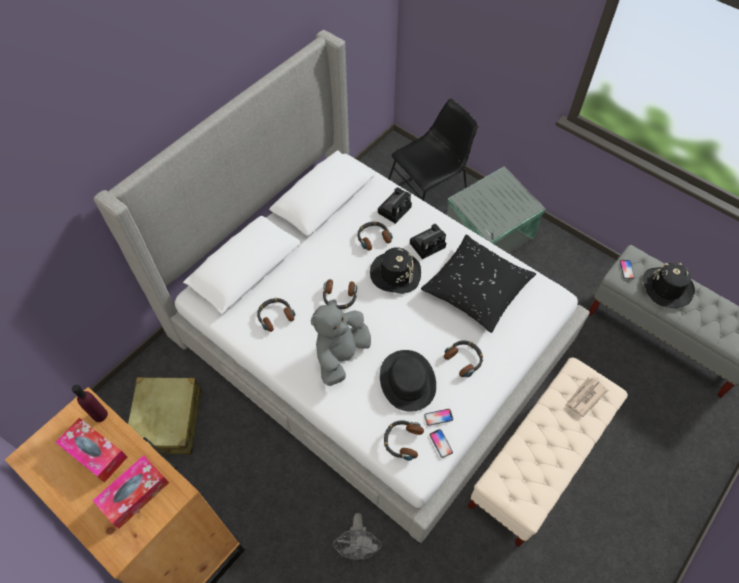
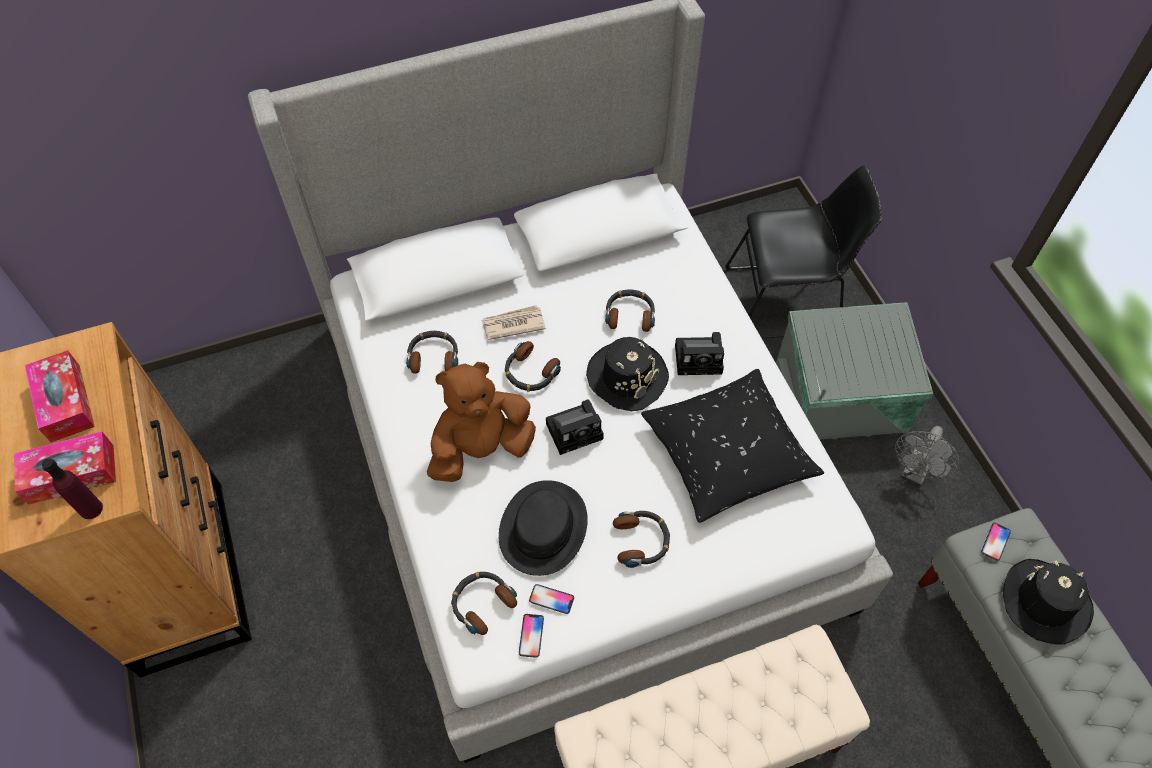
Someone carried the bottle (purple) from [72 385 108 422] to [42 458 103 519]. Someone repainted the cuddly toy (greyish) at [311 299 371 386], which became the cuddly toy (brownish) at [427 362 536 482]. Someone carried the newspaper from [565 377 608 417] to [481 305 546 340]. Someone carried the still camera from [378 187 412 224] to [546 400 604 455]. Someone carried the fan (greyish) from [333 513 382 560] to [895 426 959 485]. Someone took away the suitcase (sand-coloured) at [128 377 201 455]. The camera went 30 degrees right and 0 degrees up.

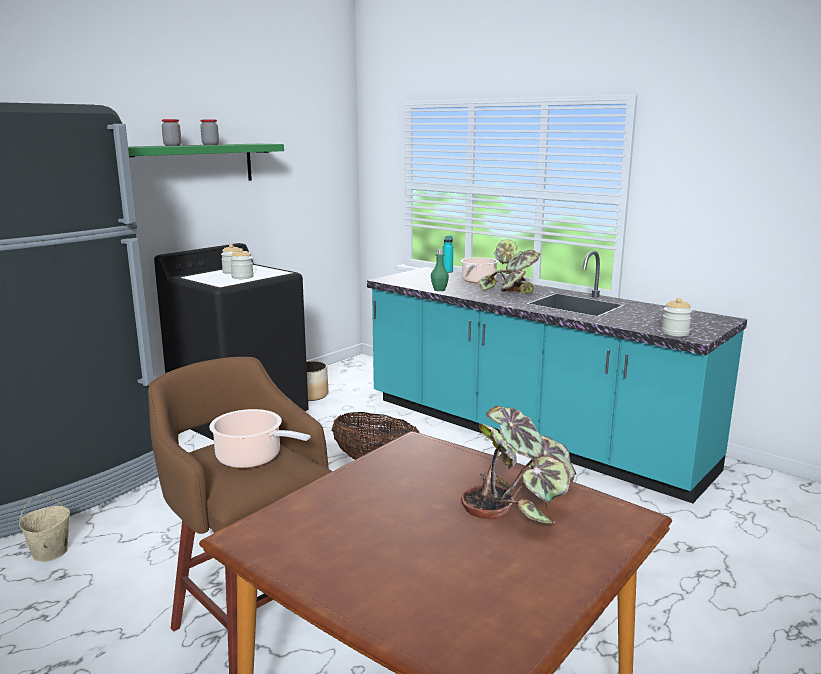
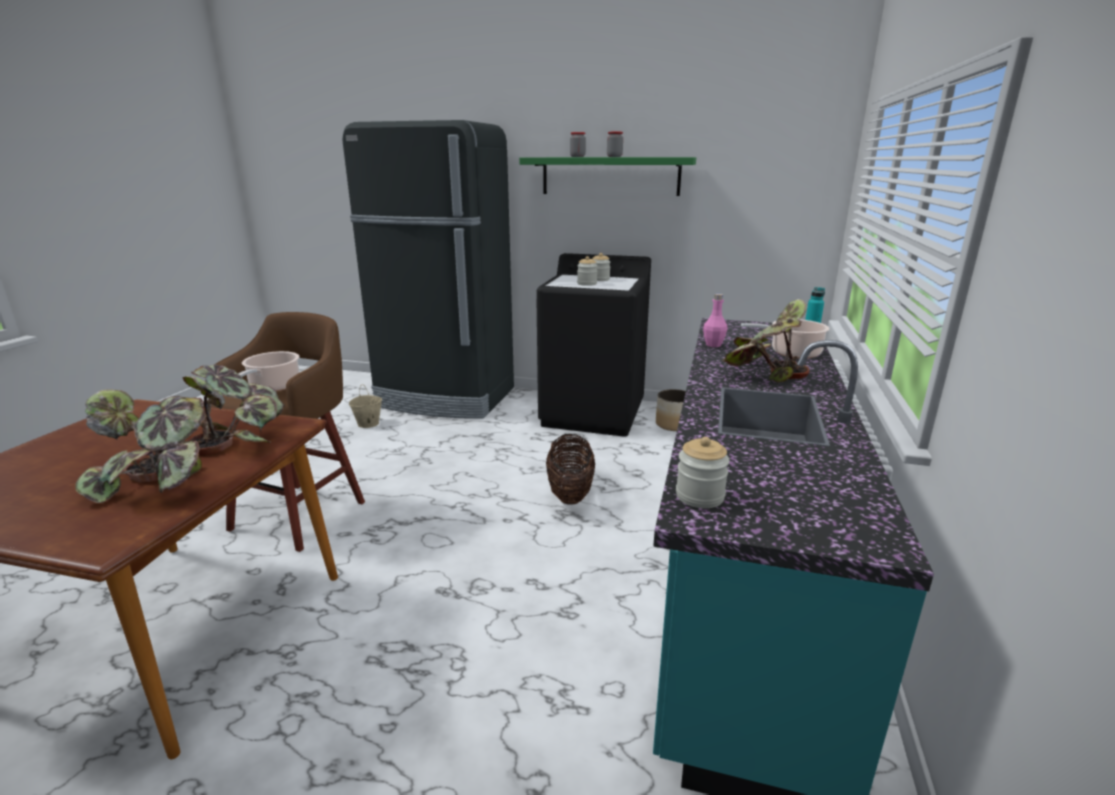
Someone put down the houseplant at [183 364 285 456]. Someone repainted the bottle (green-coloured) at [431 249 449 291], which became the bottle (pink) at [703 293 727 347]. The camera went 65 degrees right and 5 degrees up.

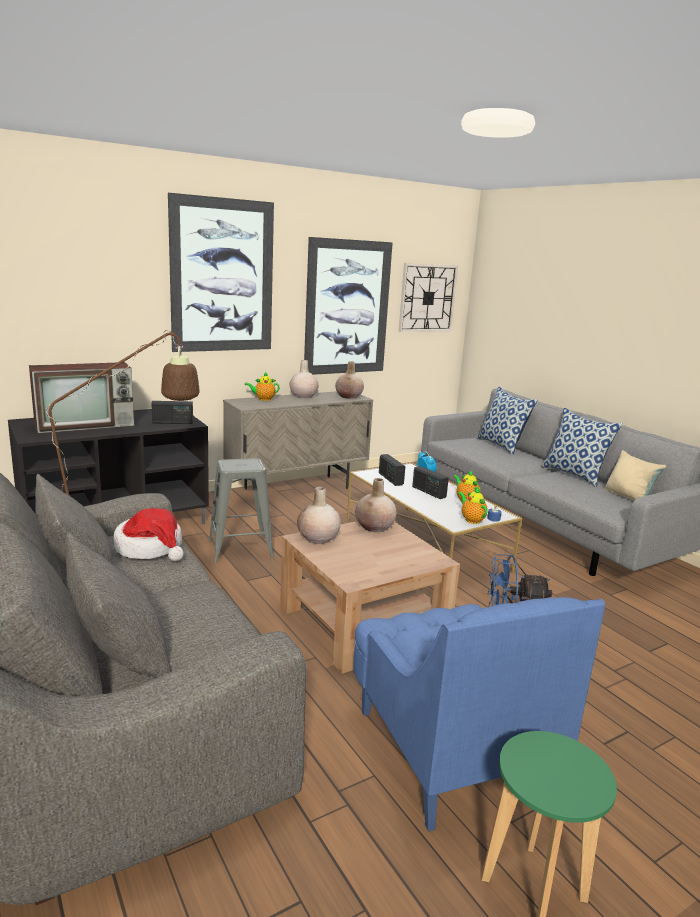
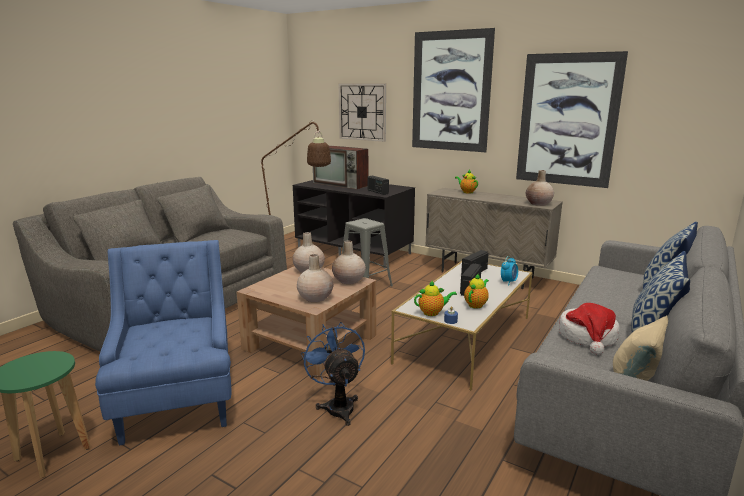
Someone rotated the armchair (blue-coloured) at [353 597 605 831] by 120 degrees clockwise. Someone carried the flower vase (sand-coloured) from [290 360 319 398] to [297 254 333 302]. Someone carried the hanging clock from [399 263 458 332] to [339 83 386 142]. Someone rotated the teapot at [458 487 488 524] by 45 degrees clockwise. Someone carried the clothing hat from [114 508 184 561] to [559 303 620 355]. The camera went 65 degrees right and 0 degrees up.

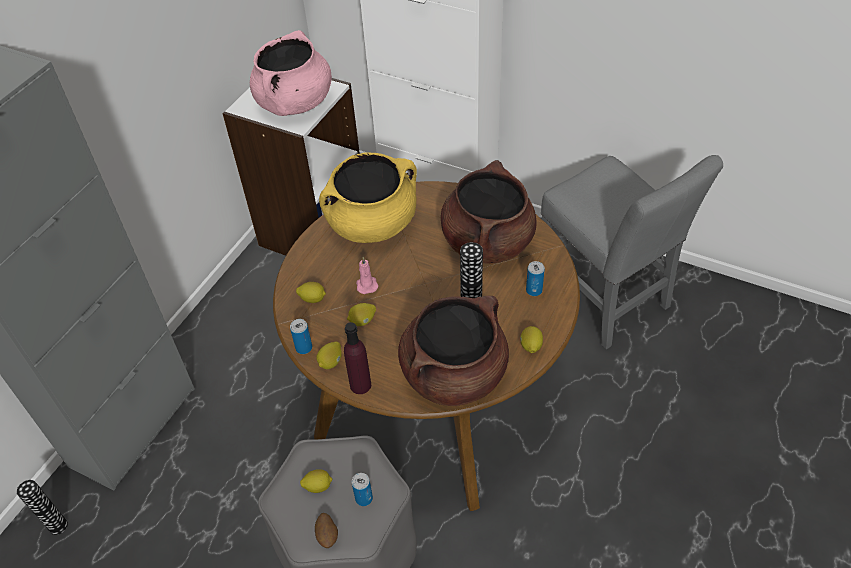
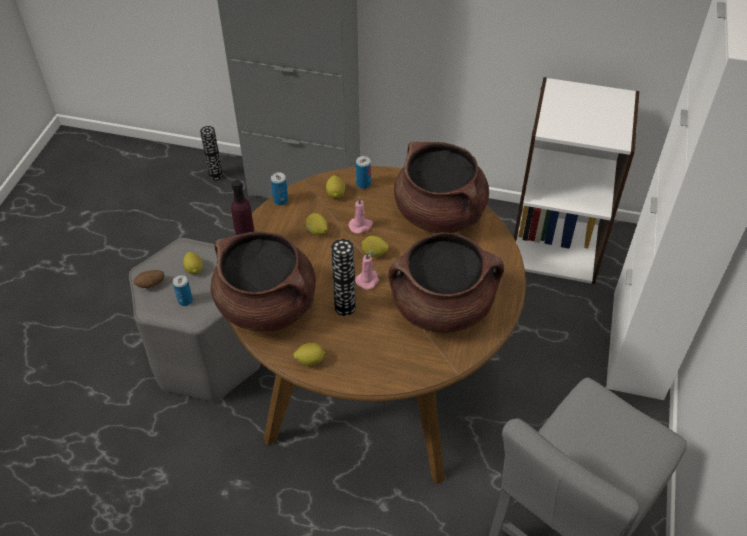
Someone put down the candle (pink) at [355 252 379 290]. Someone carried the metal can from [526 261 545 296] to [356 156 371 189]. Someone carried the citrus fruit from [316 342 342 369] to [361 236 389 257]. Someone repainted the saucepot (yellow) at [319 152 417 243], which became the saucepot (brownish) at [394 141 489 233]. Someone took away the saucepot (pink) at [250 30 332 116]. The camera went 75 degrees right and 0 degrees up.

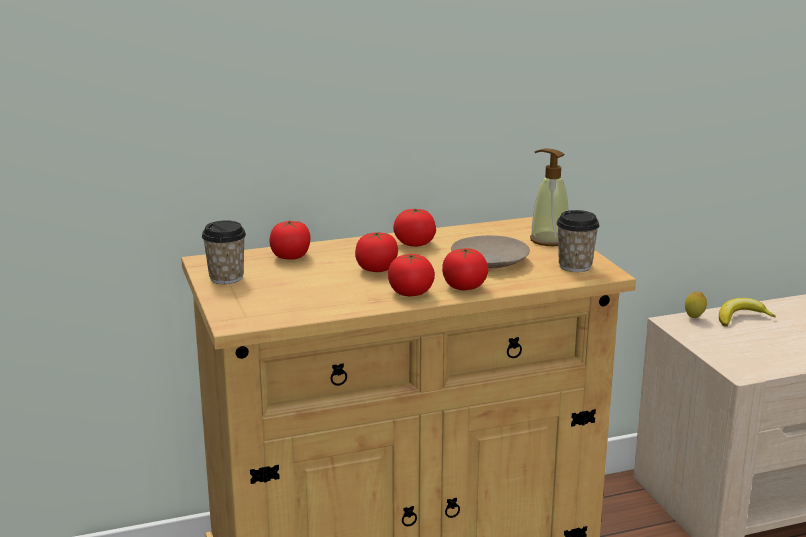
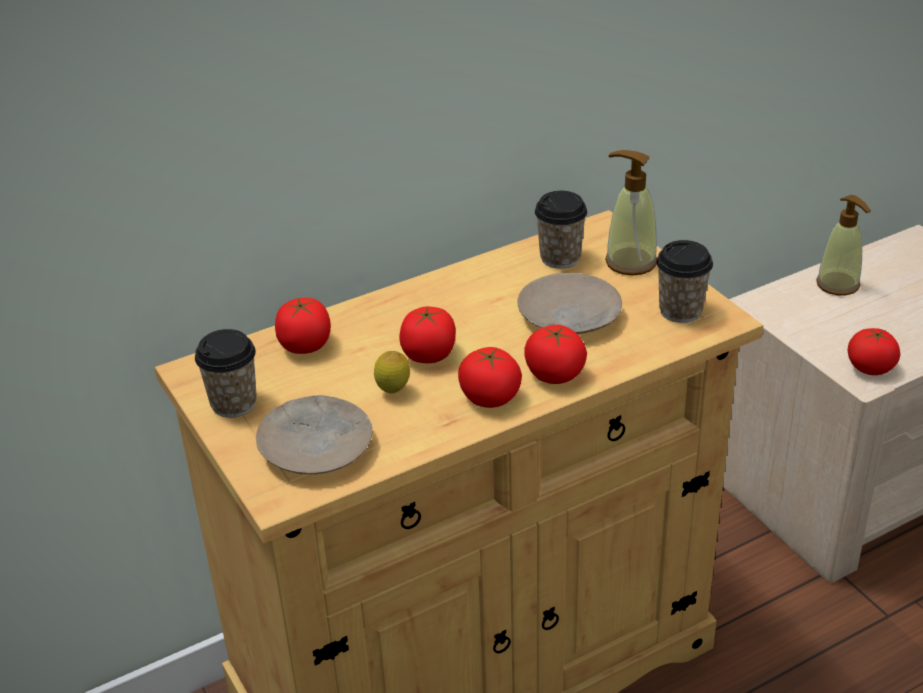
Someone put down the flat dish (sand-coloured) at [256 395 373 474]. Someone carried the citrus fruit from [685 292 707 318] to [374 351 410 393]. Someone put down the cup at [535 191 587 269]. Someone swapped the banana at [719 298 776 327] for the soap bottle at [816 195 871 295]. Someone carried the tomato from [393 208 436 247] to [848 328 900 375]. The camera went 10 degrees left and 15 degrees up.

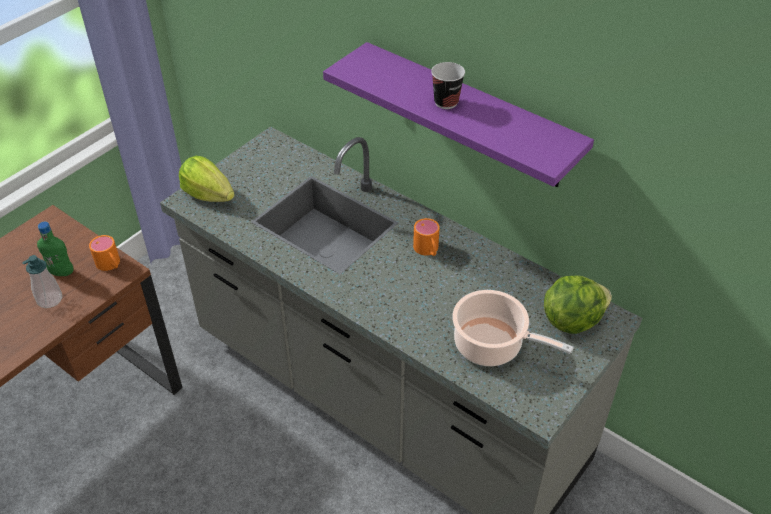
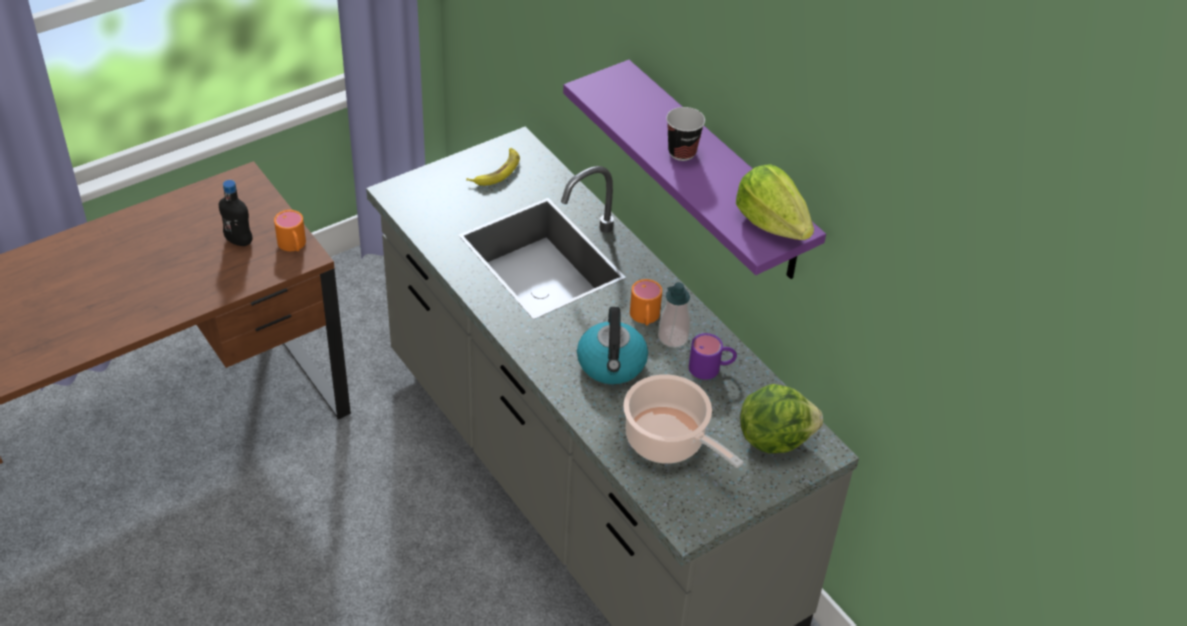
Someone repainted the bottle (green-coloured) at [37 222 74 276], which became the bottle (blackish) at [219 180 252 246]. Someone put down the banana at [466 148 520 186]. Someone put down the tea kettle at [577 307 648 384]. Someone carried the soap bottle from [22 255 62 308] to [658 282 690 348]. Someone put down the tea mug (purple) at [689 333 737 380]. Someone carried the head of lettuce from [179 156 235 202] to [736 164 814 240]. The camera went 15 degrees right and 0 degrees up.

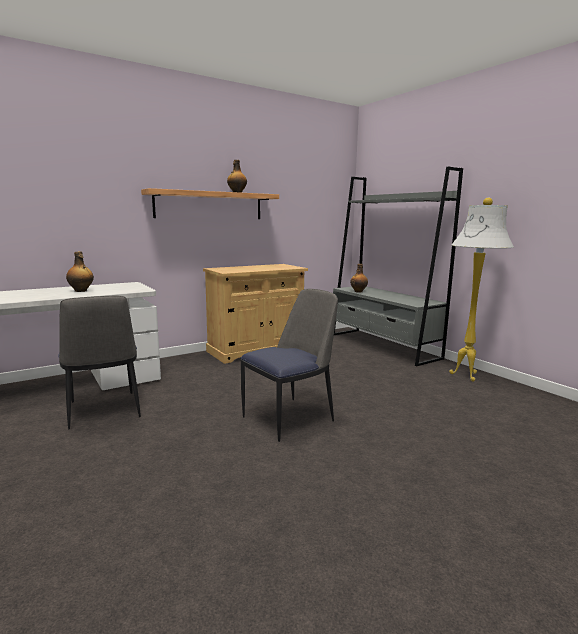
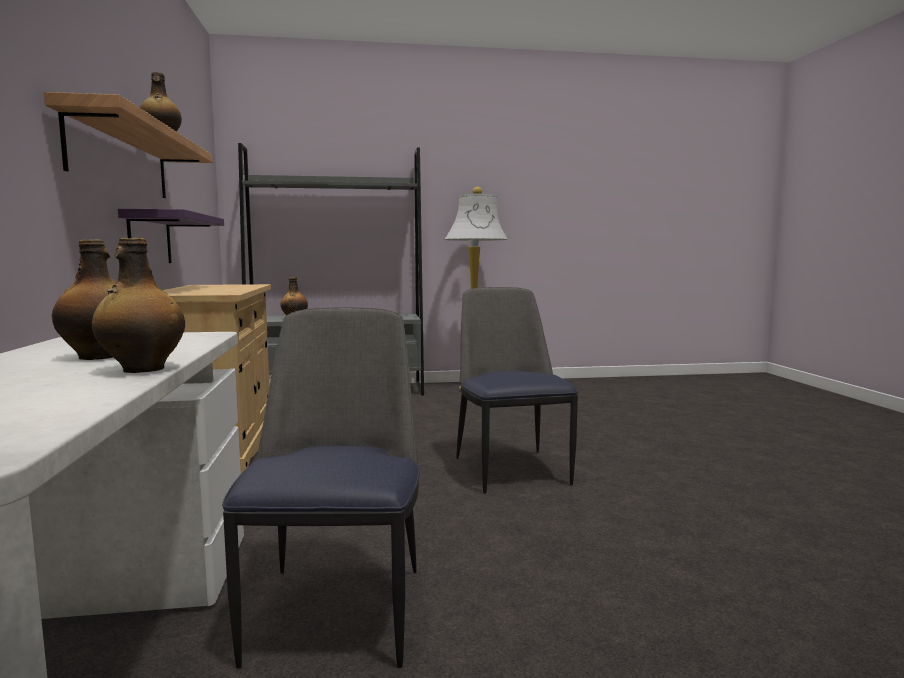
Someone put down the bottle at [92 238 185 373]. Someone put up the shelf (purple) at [118 209 224 263]. Someone rotated the plain chair at [58 296 141 429] by 90 degrees counterclockwise. The camera went 65 degrees left and 5 degrees down.

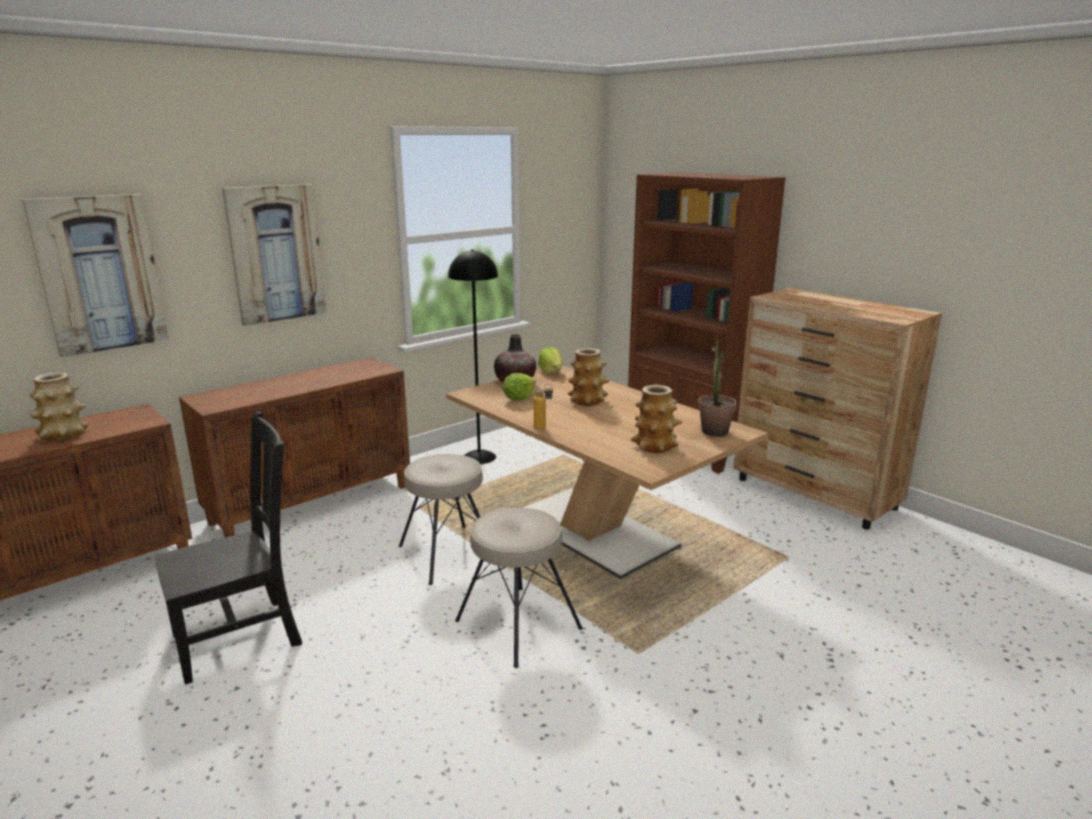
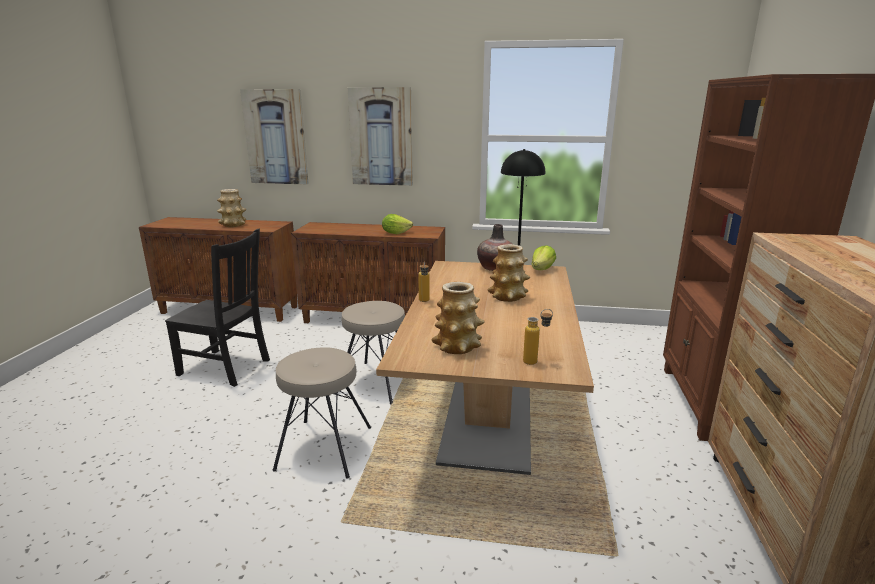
Someone carried the head of lettuce from [503 373 536 400] to [382 214 413 234]. Someone swapped the houseplant at [698 336 737 436] for the bottle at [523 309 553 365]. The camera went 50 degrees right and 0 degrees up.

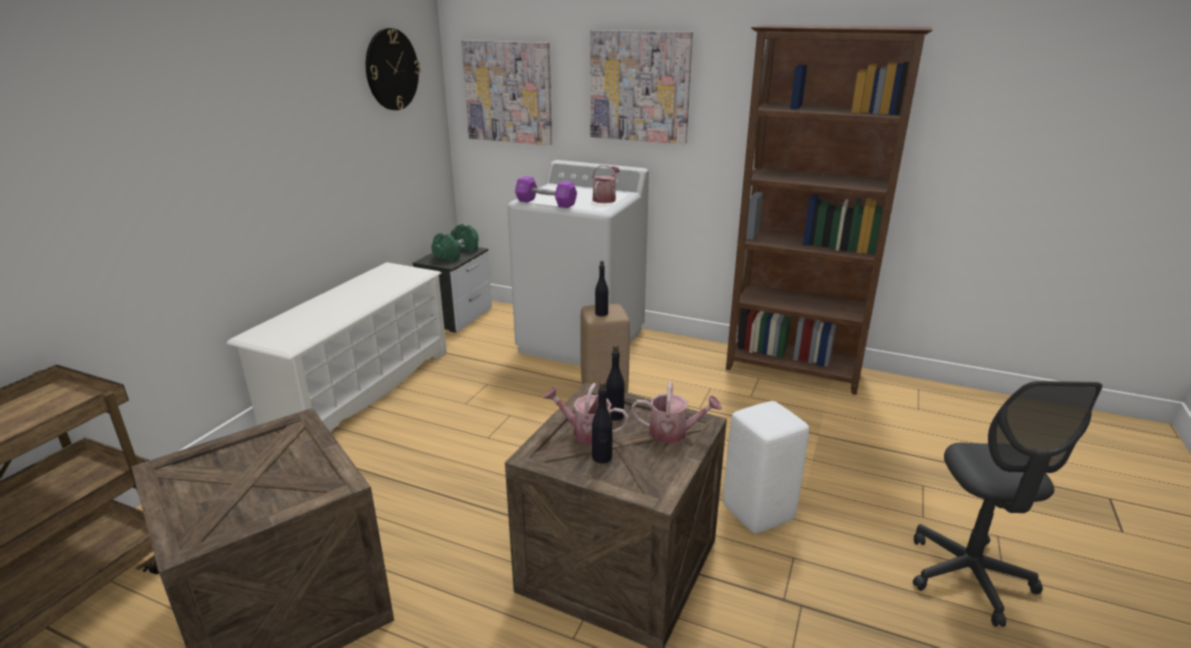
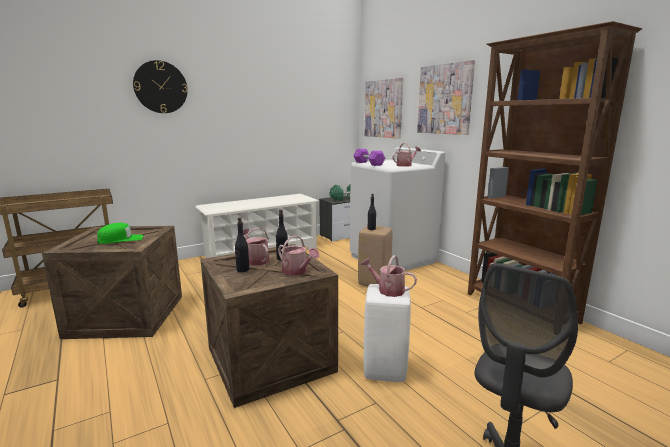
Someone put down the cap (green-coloured) at [97 223 143 244]. Someone carried the hanging clock from [366 28 420 110] to [133 60 188 113]. Someone put down the watering can at [361 255 417 297]. The camera went 35 degrees right and 10 degrees down.

